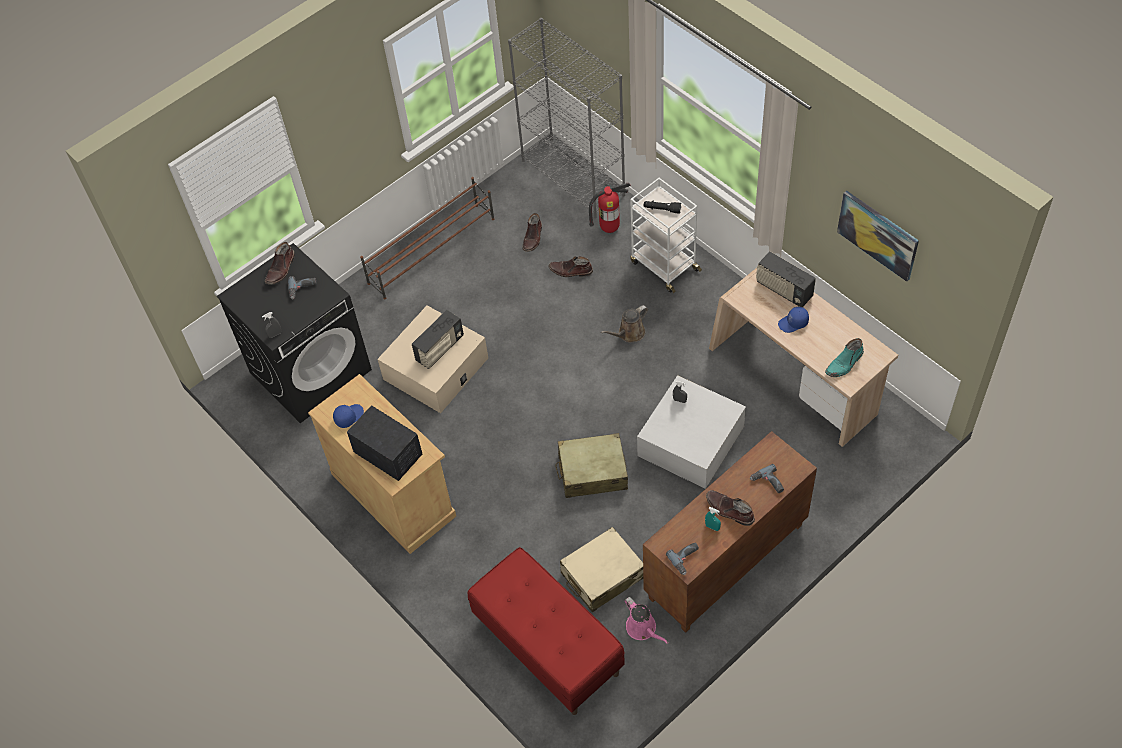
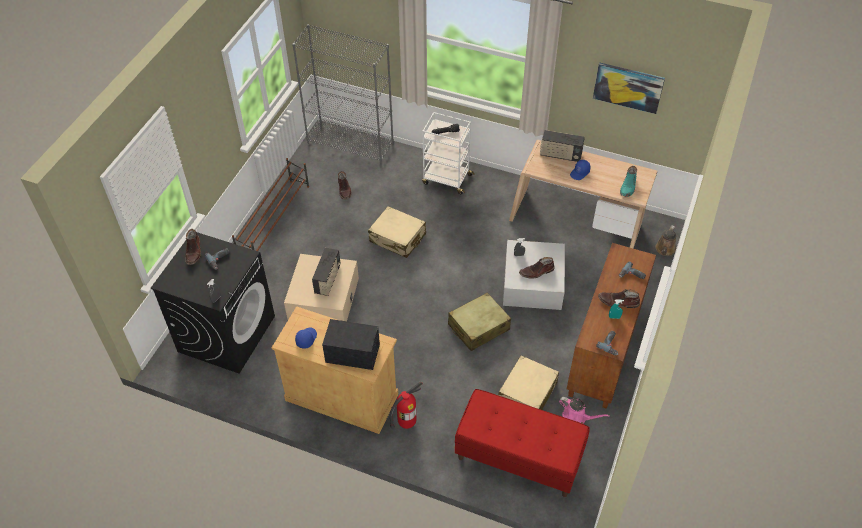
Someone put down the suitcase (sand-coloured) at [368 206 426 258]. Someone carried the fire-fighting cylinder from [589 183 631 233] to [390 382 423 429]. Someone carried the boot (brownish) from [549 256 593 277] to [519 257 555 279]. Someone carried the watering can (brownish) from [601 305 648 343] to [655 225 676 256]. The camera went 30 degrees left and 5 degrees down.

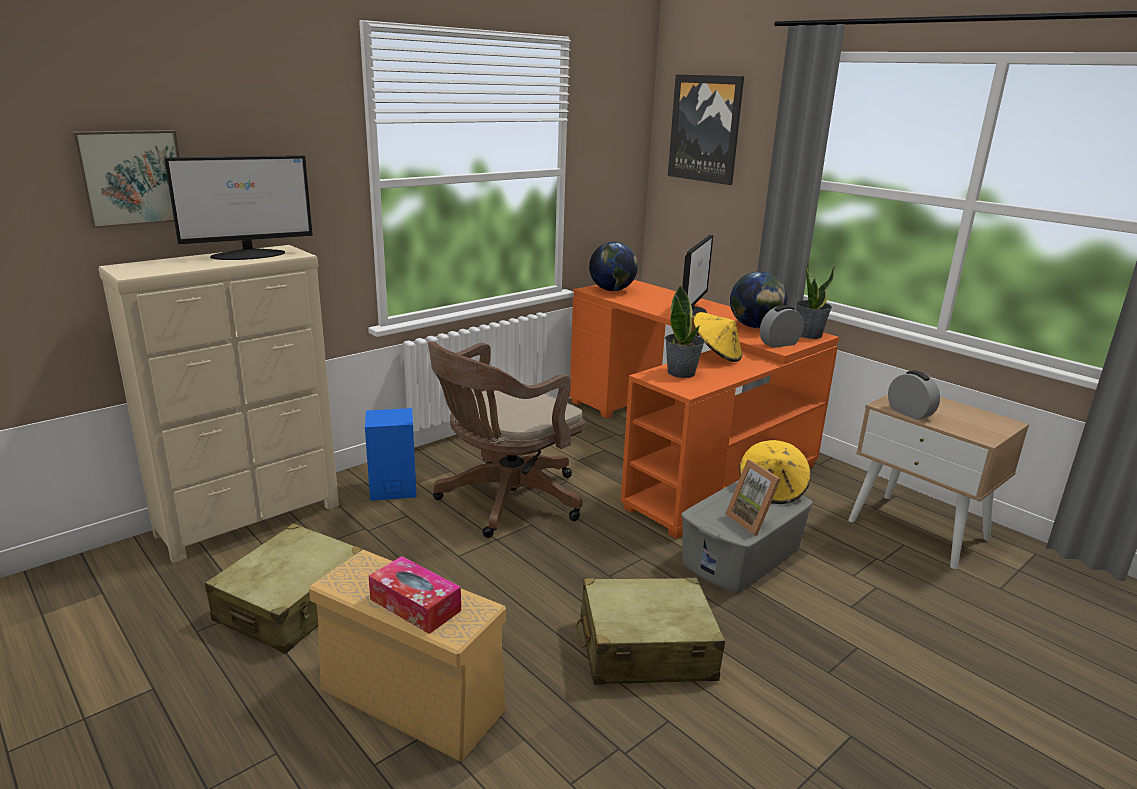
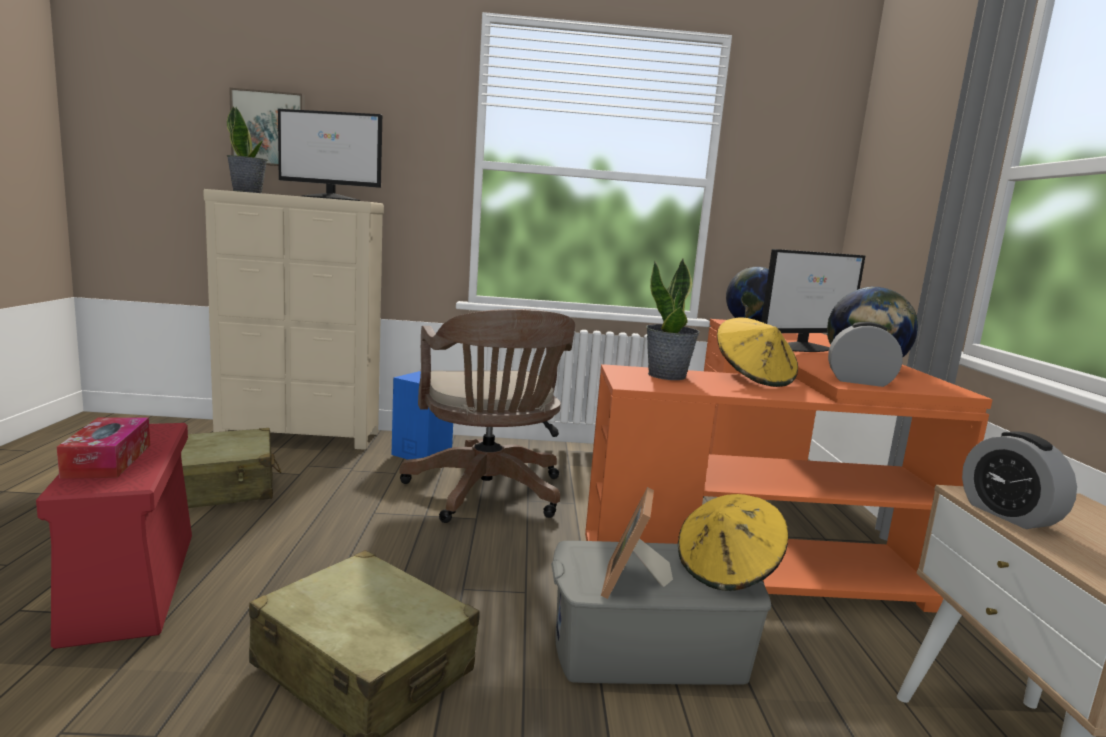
Someone repainted the storage box (sand-coloured) at [309 550 506 761], which became the storage box (reddish) at [36 423 192 649]. Someone carried the houseplant from [796 260 835 339] to [227 107 267 193]. Someone rotated the desk chair (brownish) at [428 342 585 538] by 105 degrees counterclockwise. Someone rotated the bedside clock at [888 371 940 420] by 150 degrees clockwise. Someone took away the wall picture at [668 74 744 185]. The camera went 40 degrees right and 10 degrees down.

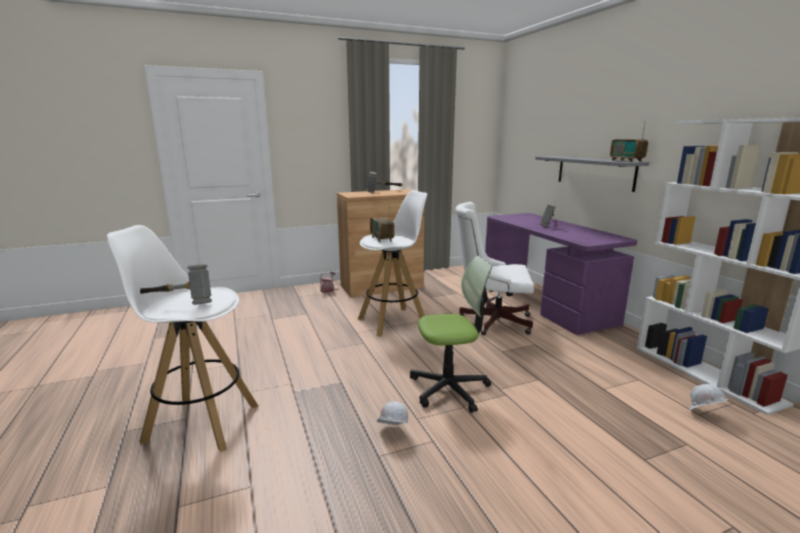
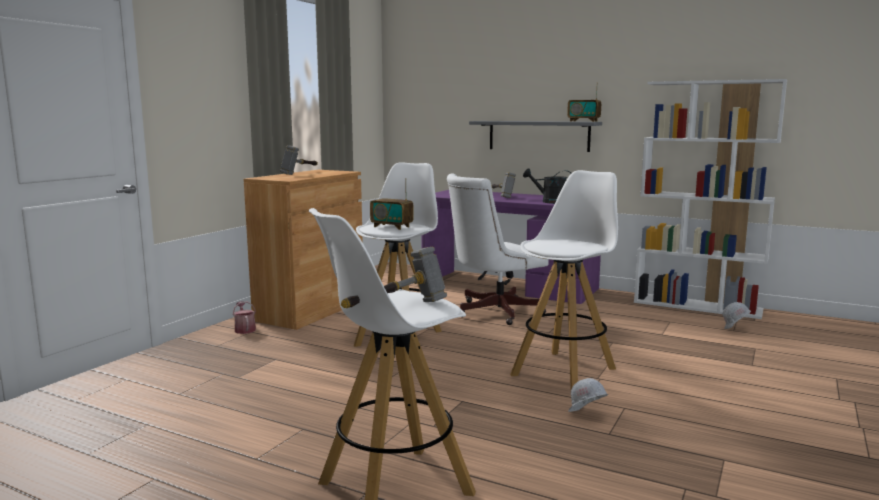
Someone swapped the desk chair at [410 256 492 413] for the sitting stool (white) at [510 170 618 390]. Someone put down the watering can (blackish) at [523 169 572 204]. The camera went 40 degrees left and 5 degrees down.

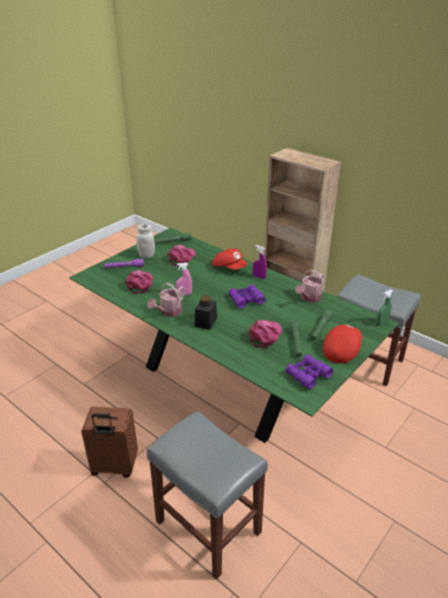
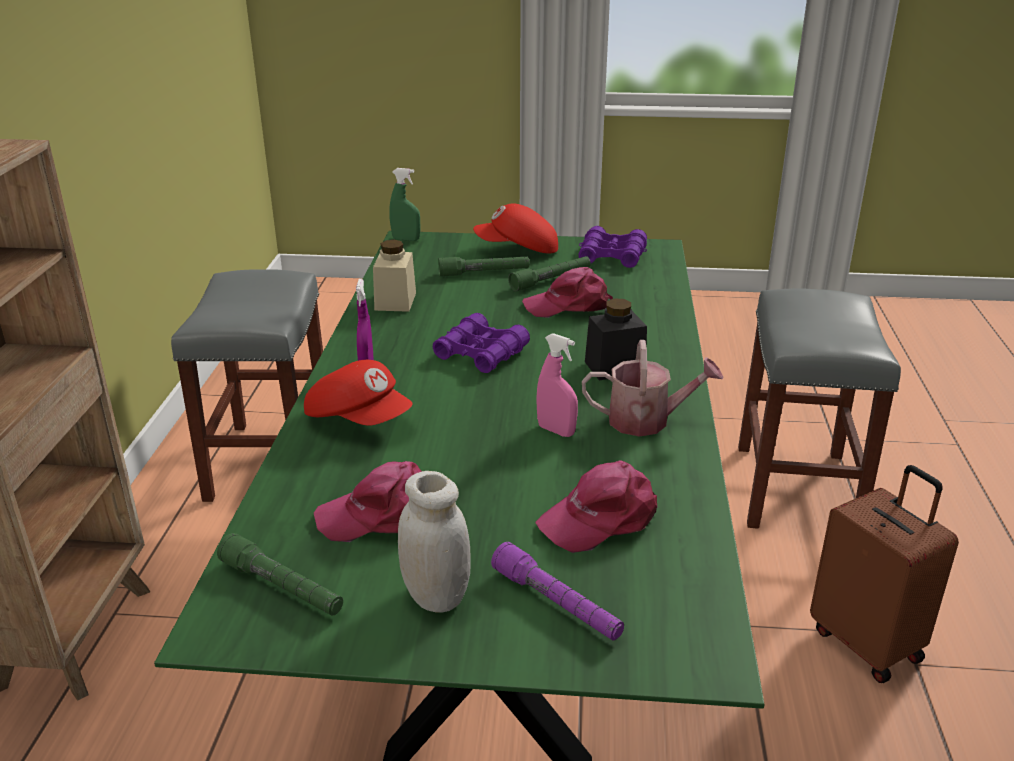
Someone rotated the cap (reddish) at [212 248 248 270] by 120 degrees clockwise. Someone swapped the watering can at [295 270 324 302] for the jar (sand-coloured) at [373 240 416 312]. The camera went 125 degrees left and 5 degrees down.

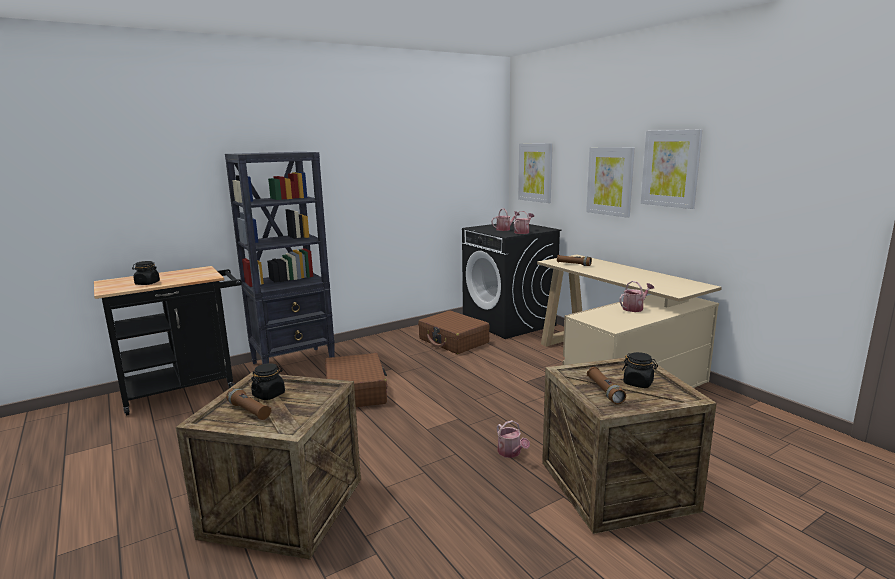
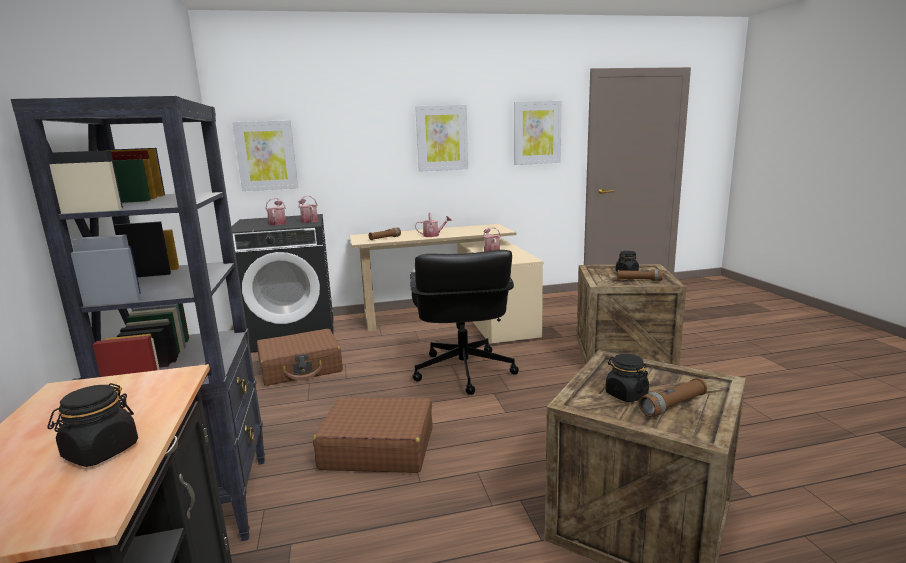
Someone put down the desk chair (blackish) at [410 250 519 395]. Someone carried the watering can from [497 420 530 458] to [415 212 452 237]. Someone carried the wall picture from [586 147 635 218] to [514 101 562 165]. The camera went 70 degrees left and 0 degrees up.

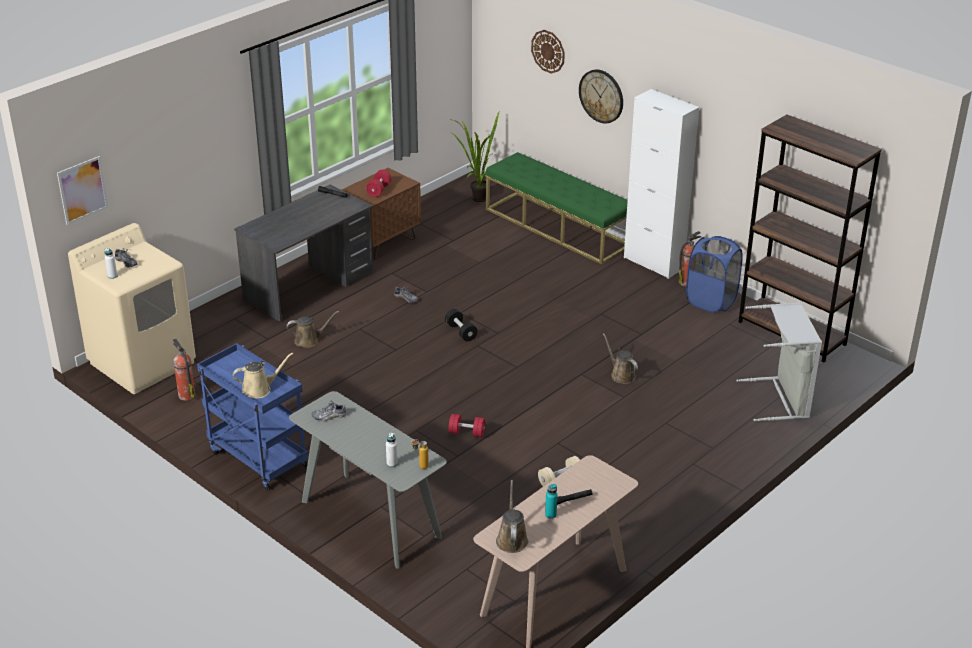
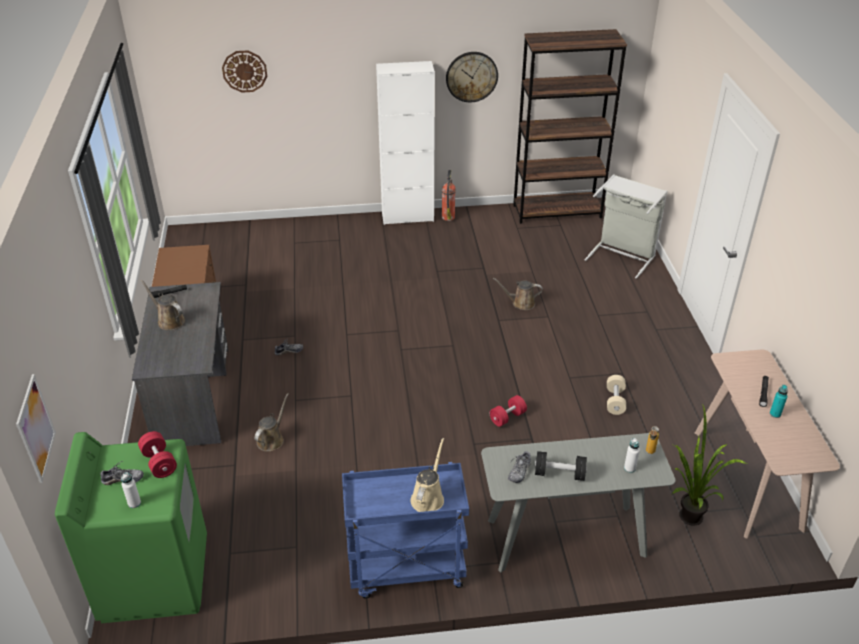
Someone repainted the laundry appliance (sand-coloured) at [68 223 196 394], which became the laundry appliance (green-coloured) at [55 432 207 623]. Someone carried the hand weight (reddish) from [366 170 392 197] to [138 431 177 478]. Someone carried the watering can (brownish) from [496 480 528 553] to [140 279 185 330]. Someone carried the hanging clock from [579 69 623 123] to [446 52 498 102]. Someone carried the hand weight (blackish) from [445 309 478 341] to [535 451 587 481]. Someone carried the houseplant from [449 112 499 202] to [672 404 747 526]. Someone took away the fire-fighting cylinder at [173 339 196 401]. Someone took away the long seat (green-coloured) at [486 152 628 265]. Someone took away the washing basket (blue-coloured) at [686 236 743 313]. The camera went 50 degrees left and 5 degrees up.

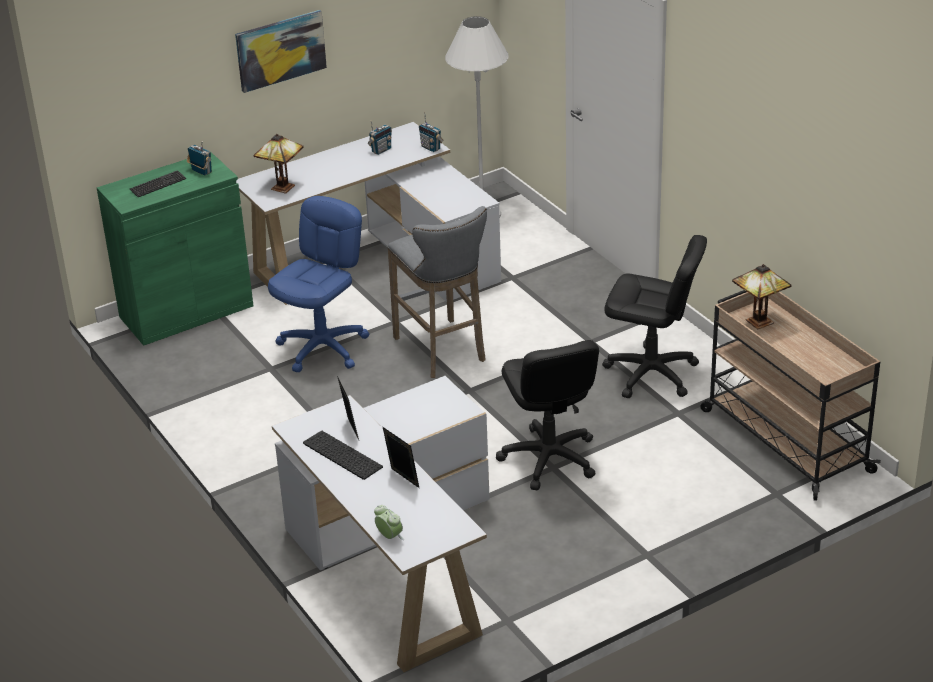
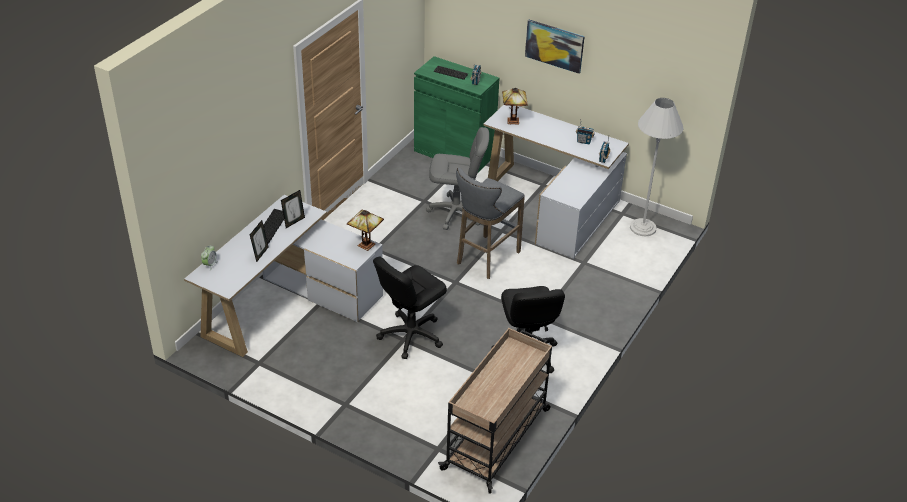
Someone carried the tabletop lamp from [732 264 792 329] to [347 210 384 251]. Someone repainted the desk chair (blue-coloured) at [268 196 369 373], which became the desk chair (greyish) at [426 127 489 230]. The camera went 60 degrees right and 5 degrees up.

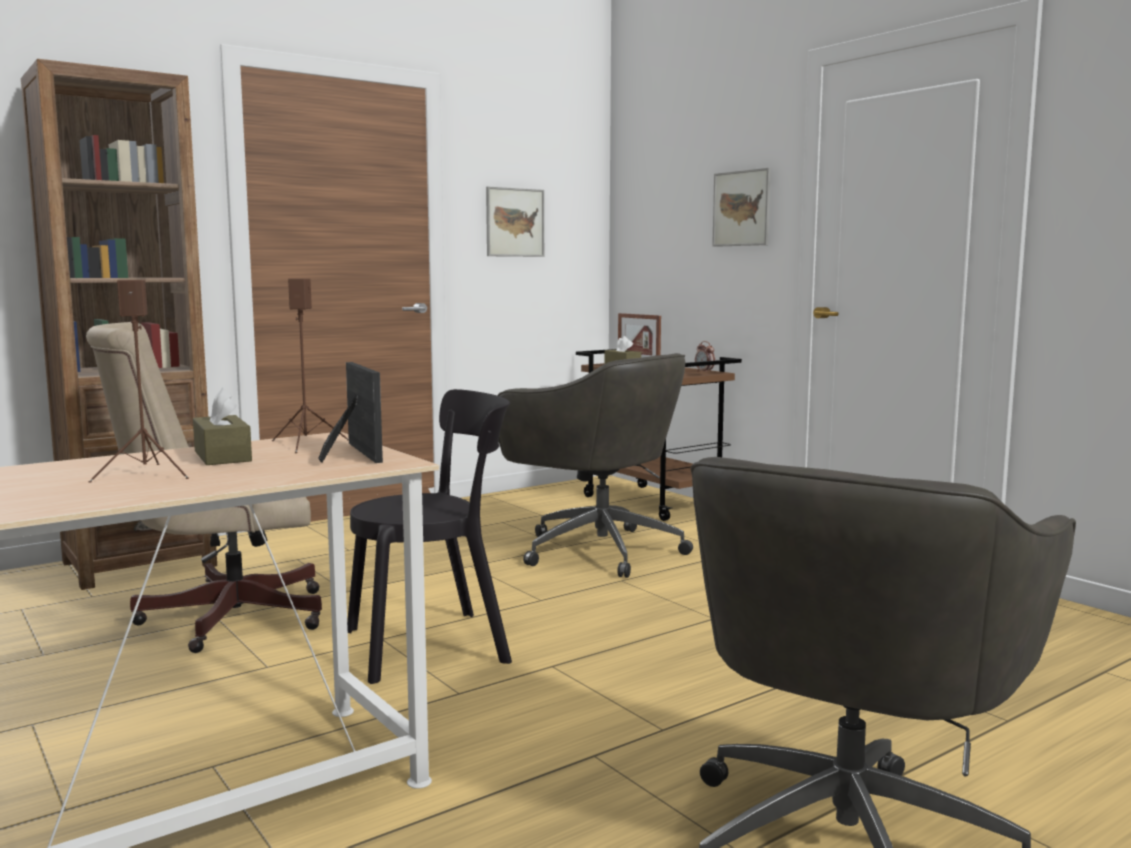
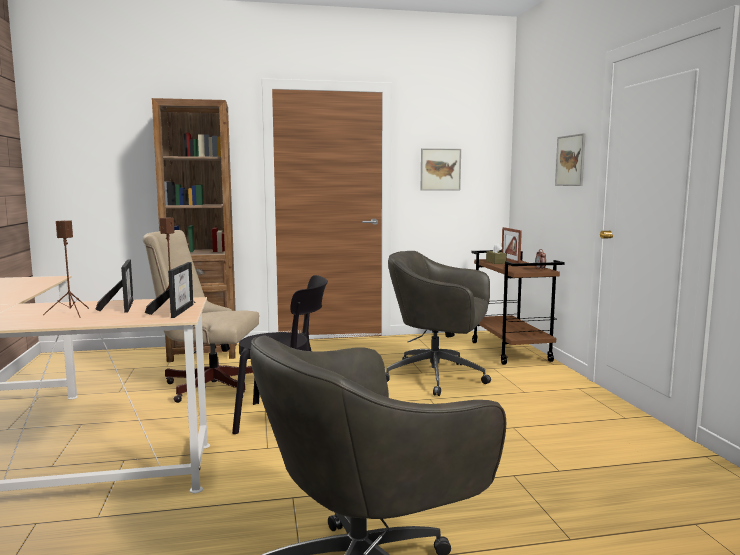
Someone swapped the box of tissues (brownish) at [193 388 252 465] for the photo frame at [95 259 133 313]. Someone rotated the desk chair (greyish) at [497 353 693 578] by 135 degrees clockwise. The camera went 25 degrees right and 0 degrees up.

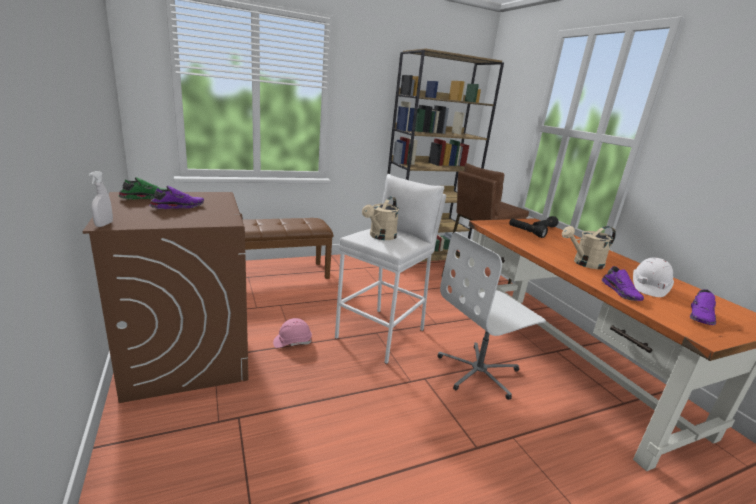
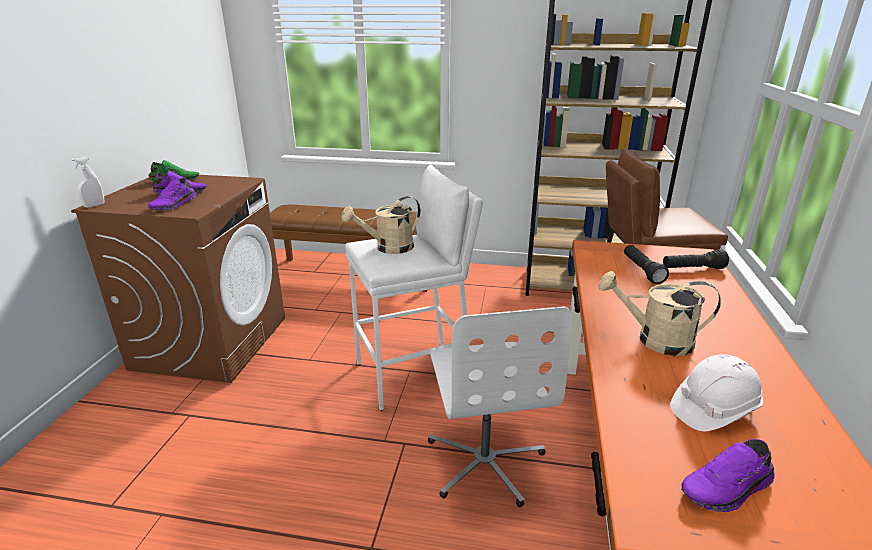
Someone carried the item of footwear (purple) from [602 266 644 301] to [148 178 197 210]. Someone rotated the desk chair (white) at [438 232 546 400] by 105 degrees counterclockwise. Someone took away the hard hat (pink) at [273 318 312 348]. The camera went 35 degrees right and 5 degrees up.

